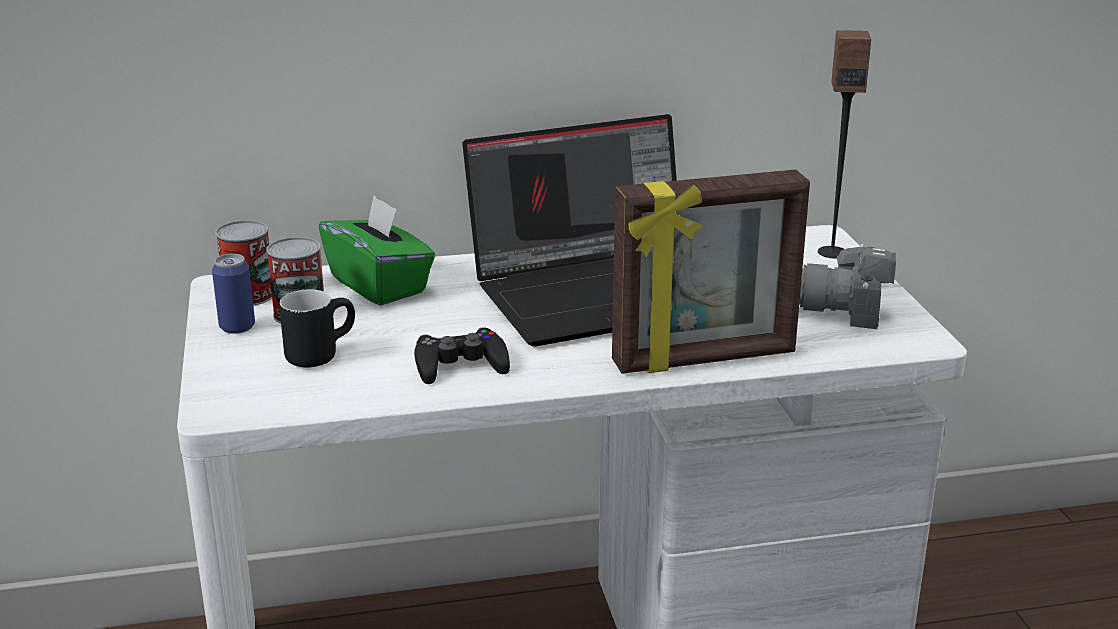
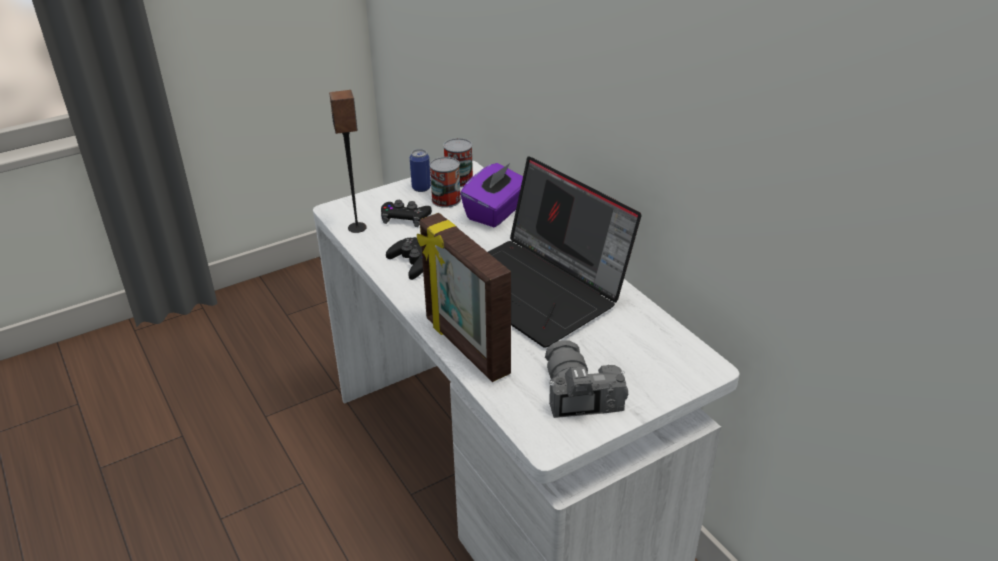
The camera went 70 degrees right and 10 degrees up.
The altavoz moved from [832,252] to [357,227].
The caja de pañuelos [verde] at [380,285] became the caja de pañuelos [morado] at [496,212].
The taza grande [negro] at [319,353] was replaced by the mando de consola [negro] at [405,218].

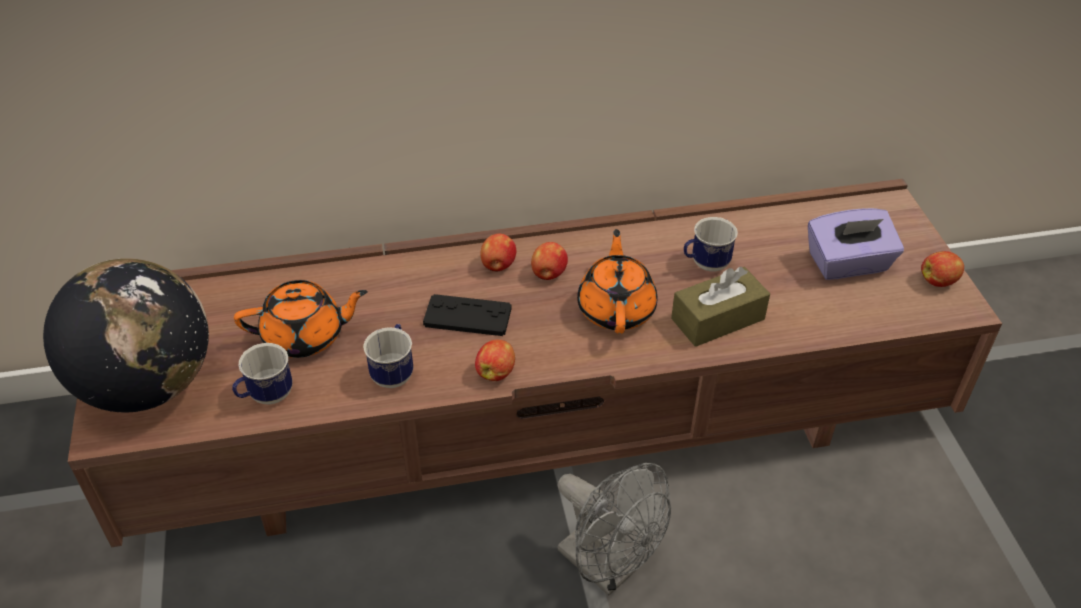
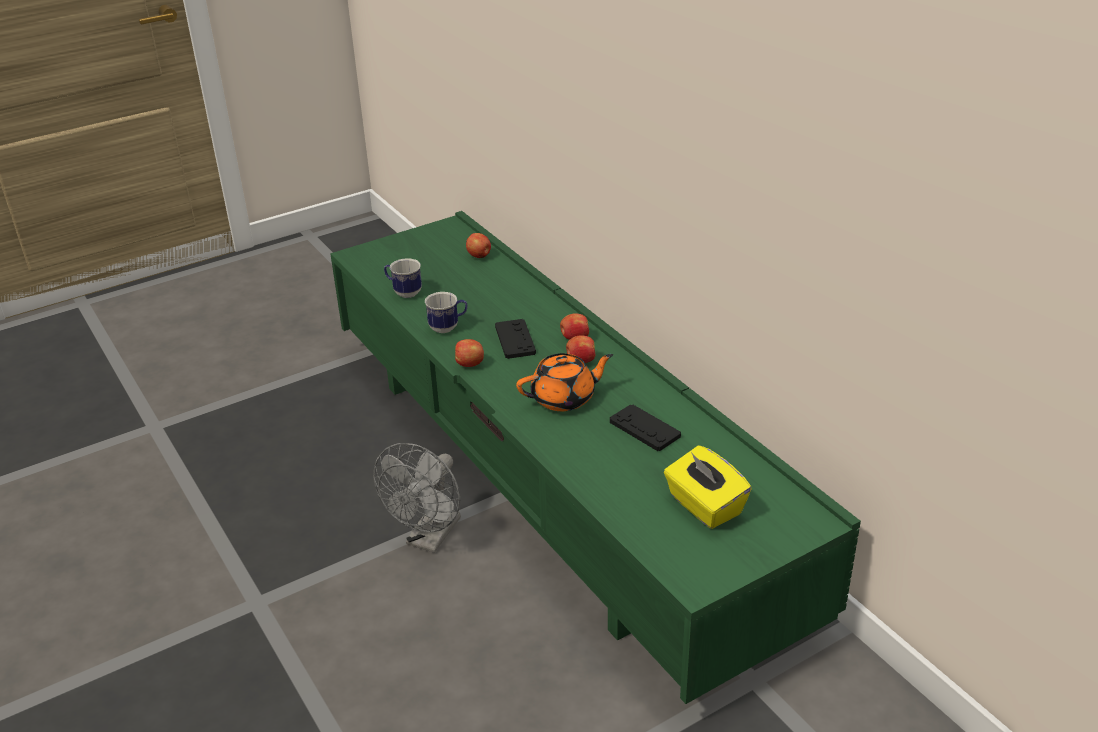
The camera went 70 degrees right and 10 degrees down.
The mueble de televisión [marrón] at [540,412] became the mueble de televisión [verde] at [554,469].
The caja de pañuelos [morado] at [848,264] became the caja de pañuelos [amarillo] at [704,506].
The taza grande at [705,265] was replaced by the mando de consola [negro] at [644,429].
The manzana moved from [938,281] to [479,256].
The globo terráqueo at [148,385] disappeared.
The caja de pañuelos [marrón] at [717,319] disappeared.
The tetera [naranja] at [305,336] disappeared.

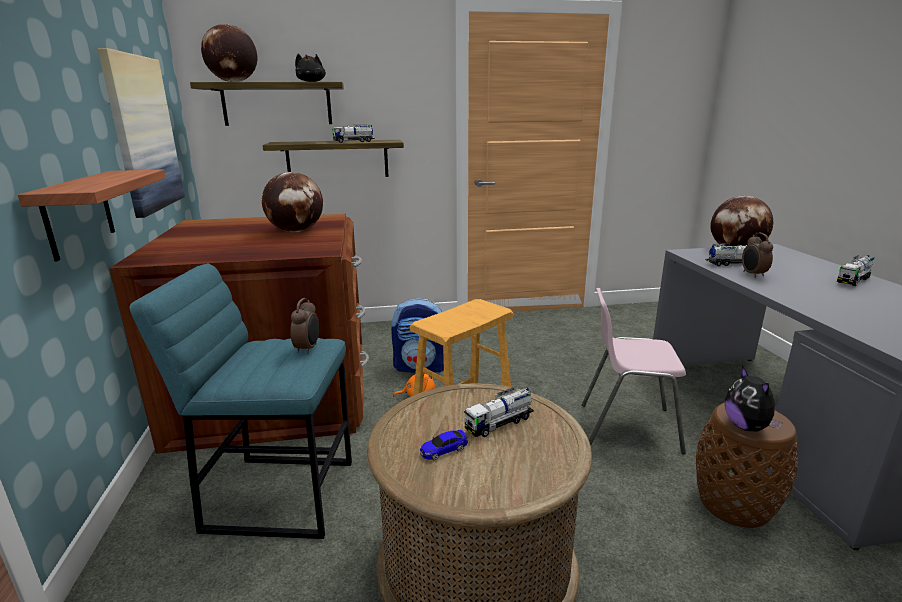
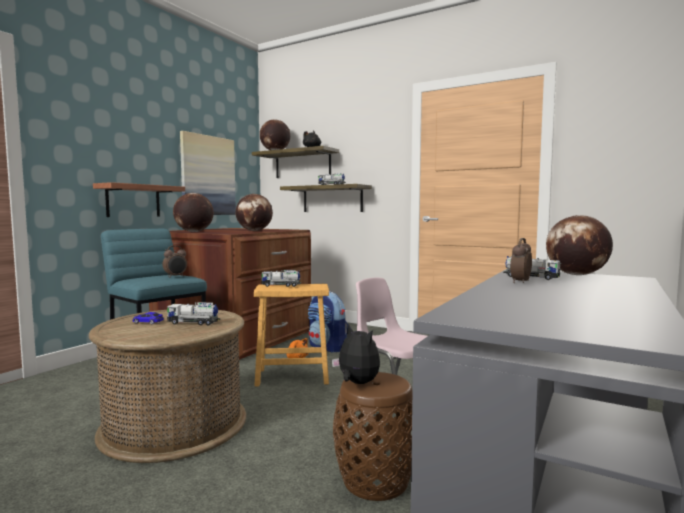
The camera went 40 degrees right and 15 degrees down.
The camión de juguete moved from [853,280] to [281,285].
The peluche at [747,427] turned 105 degrees clockwise.
The globo terráqueo at [193,232] appeared.

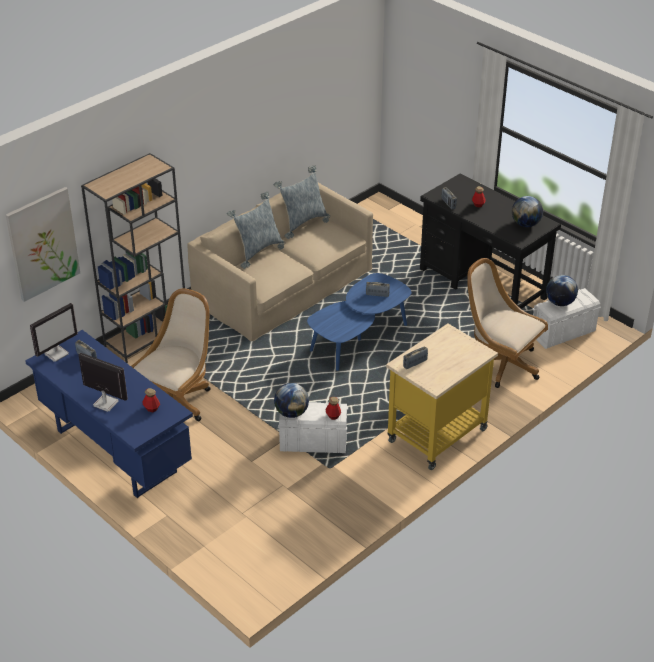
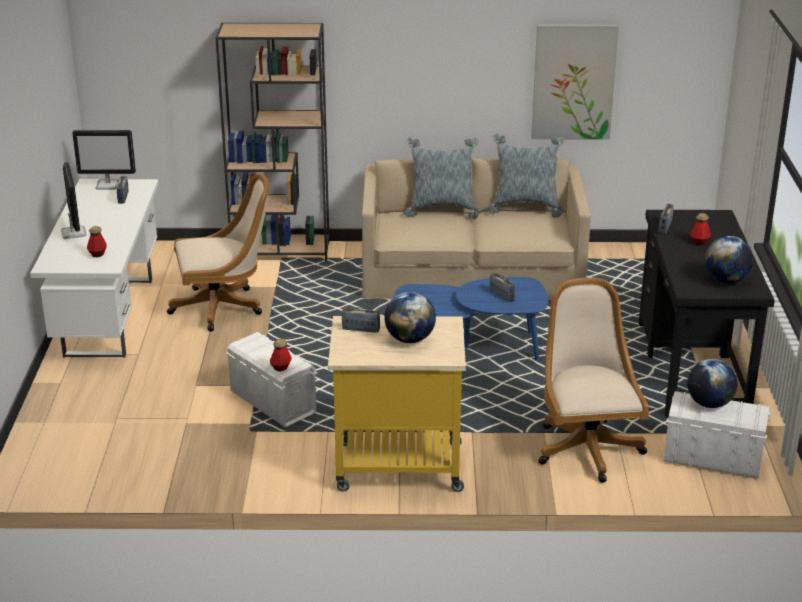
The camera went 45 degrees right and 10 degrees down.
The cuadro moved from [43,244] to [573,82].
The escritorio [azul] at [115,451] became the escritorio [blanco] at [108,316].
The globo terráqueo moved from [291,413] to [409,339].

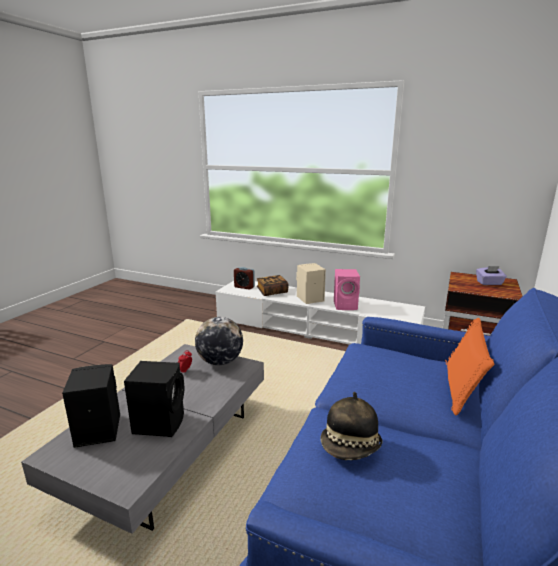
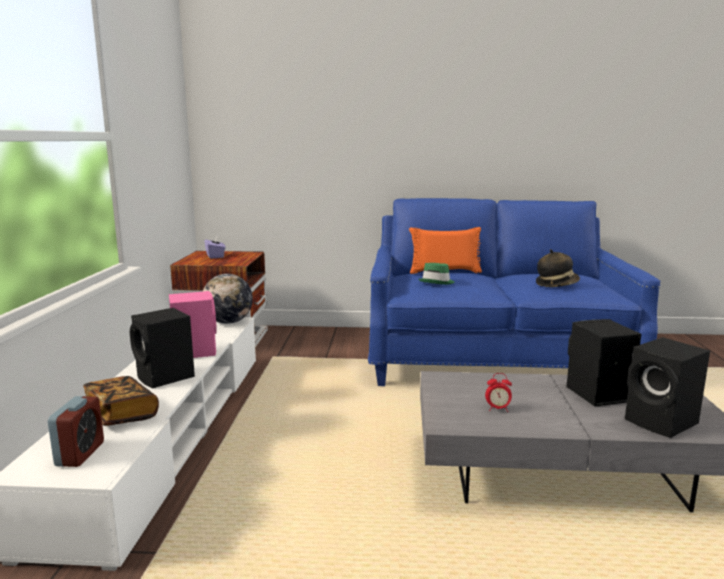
The camera went 110 degrees left and 5 degrees down.
The altavoz [beis] at [309,299] became the altavoz [negro] at [166,377].
The globo terráqueo moved from [220,362] to [228,322].
The sombrero [verde] at [437,282] appeared.

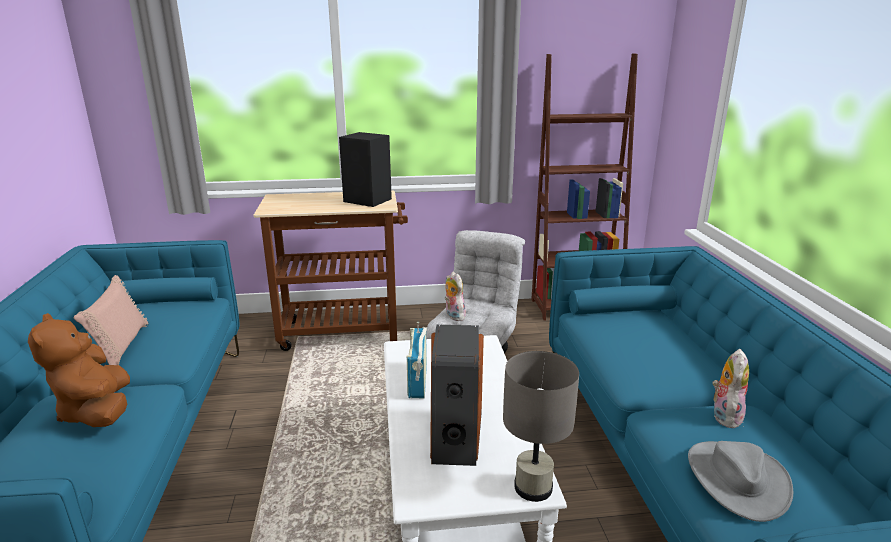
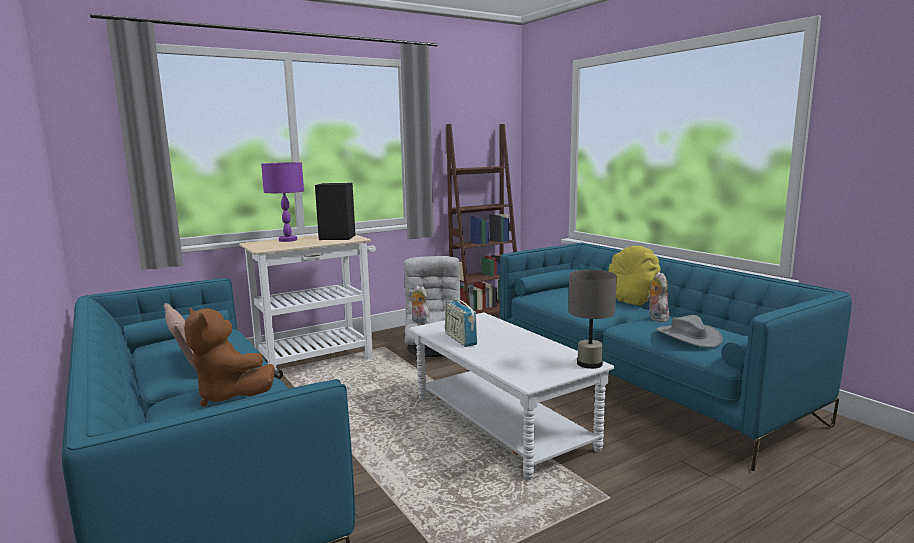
The camera went 25 degrees left and 10 degrees down.
The carrito [marrón] at [342,333] became the carrito [blanco] at [317,360].
The altavoz at [455,436] disappeared.
The lámpara de mesa [morado] at [288,240] appeared.
The cojín [amarillo] at [631,302] appeared.

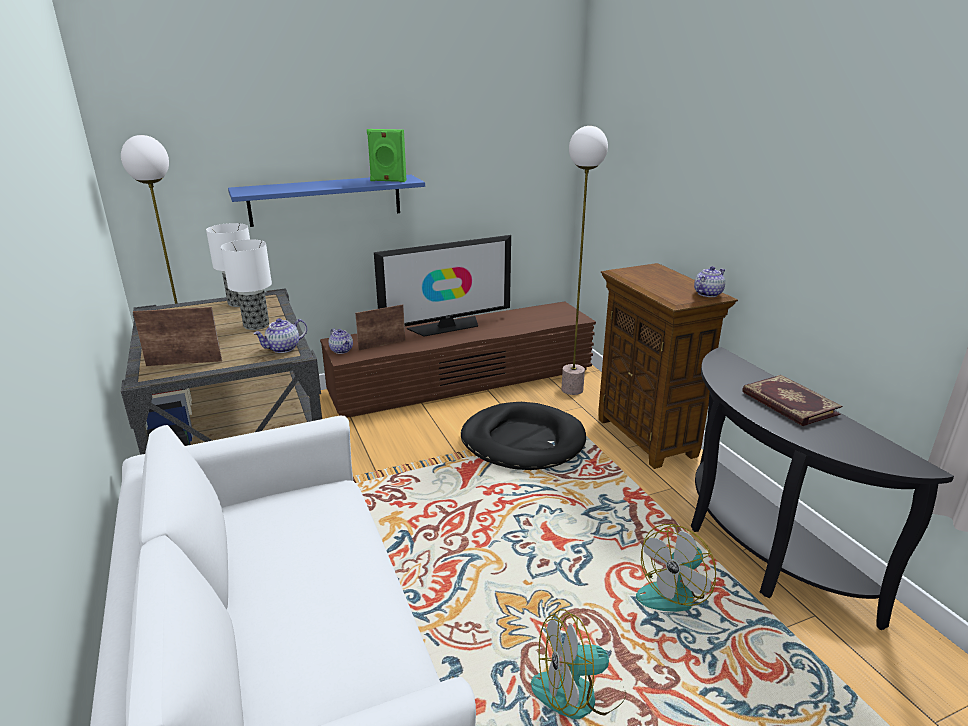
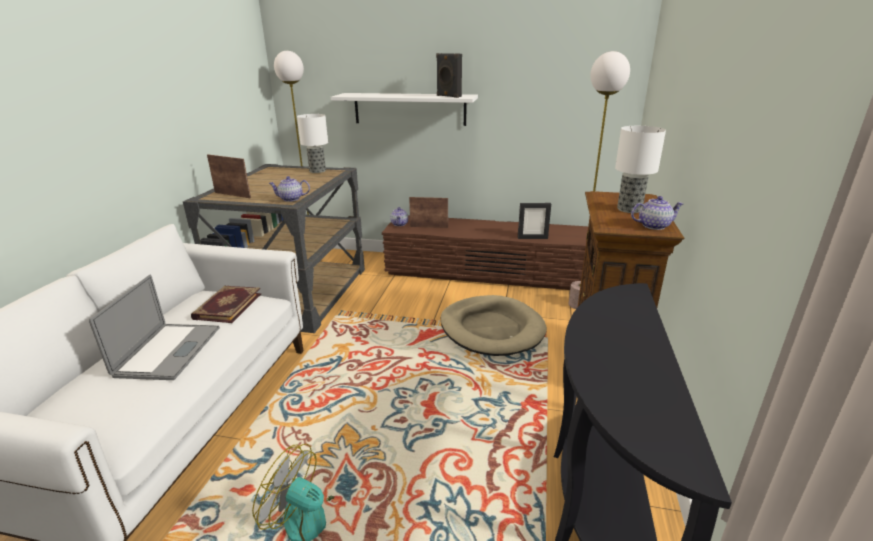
The camera went 35 degrees right and 0 degrees up.
The altavoz [verde] at [388,181] became the altavoz [negro] at [448,96].
The estante [azul] at [326,200] became the estante [blanco] at [409,109].
The televisor at [446,327] disappeared.
The lámpara de mesa moved from [256,325] to [629,209].
The libro moved from [788,403] to [227,306].
The cama para perro [negro] at [523,441] became the cama para perro [beis] at [491,329].
The ventilador at [673,591] disappeared.
The portarretratos at [532,237] appeared.
The portátil at [168,351] appeared.

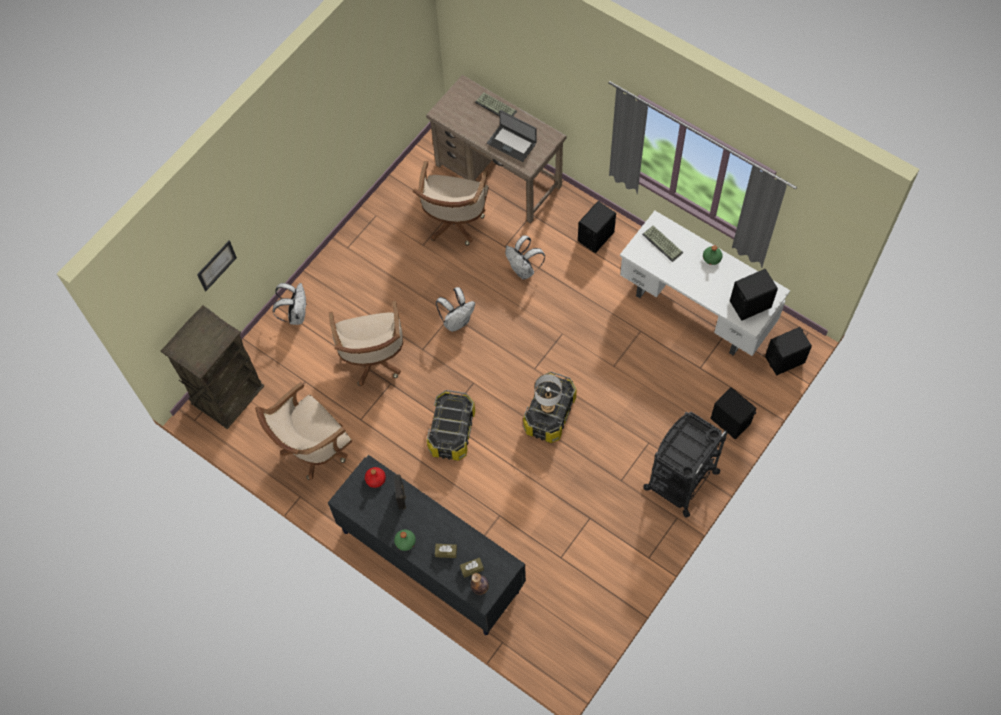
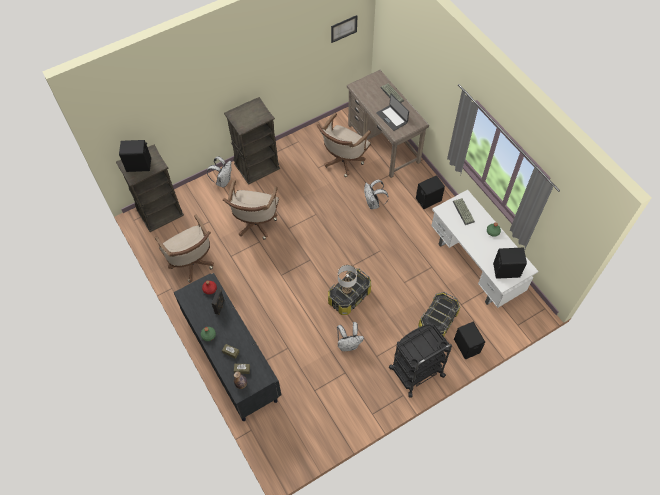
The camera went 20 degrees right and 5 degrees down.
The cuadro moved from [216,265] to [343,28].
The mochila [blanco] moved from [457,321] to [348,345].
The altavoz [negro] moved from [784,359] to [139,165].
The silla de oficina at [314,452] turned 105 degrees counterclockwise.
The caja de almacenaje moved from [452,432] to [437,321].
The estantería [marrón] at [257,166] appeared.

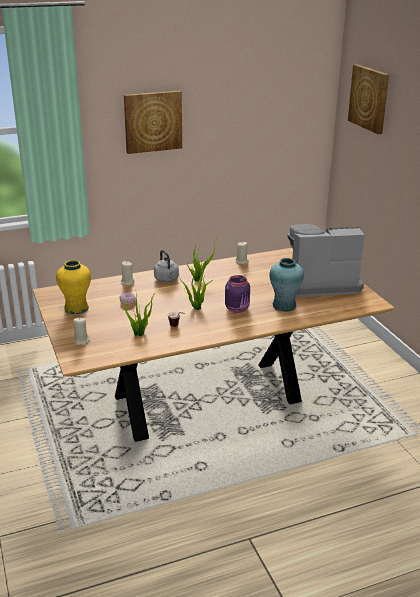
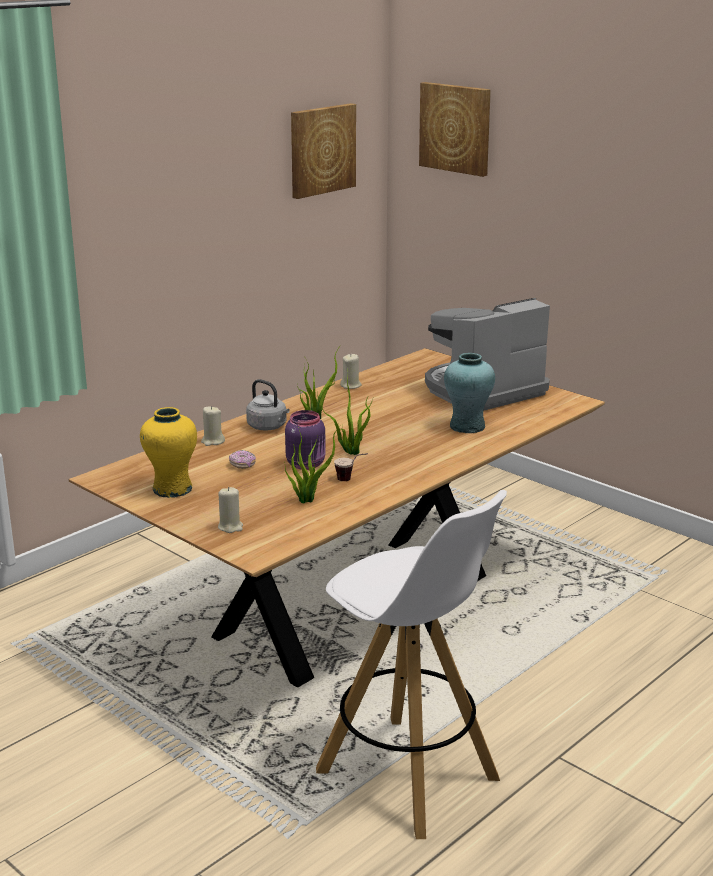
The camera went 25 degrees left and 5 degrees down.
The cuadro moved from [153,121] to [321,150].
The tarro [morado] moved from [237,308] to [307,464].
The taburete [blanco] at [409,776] appeared.

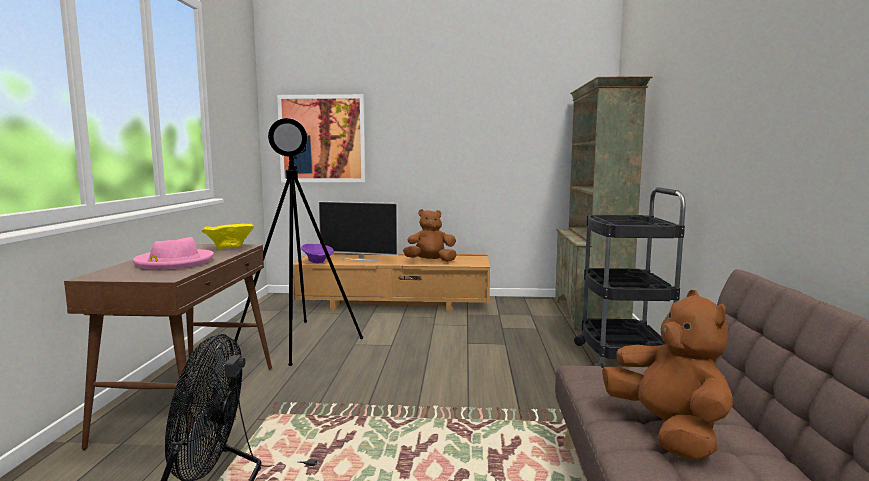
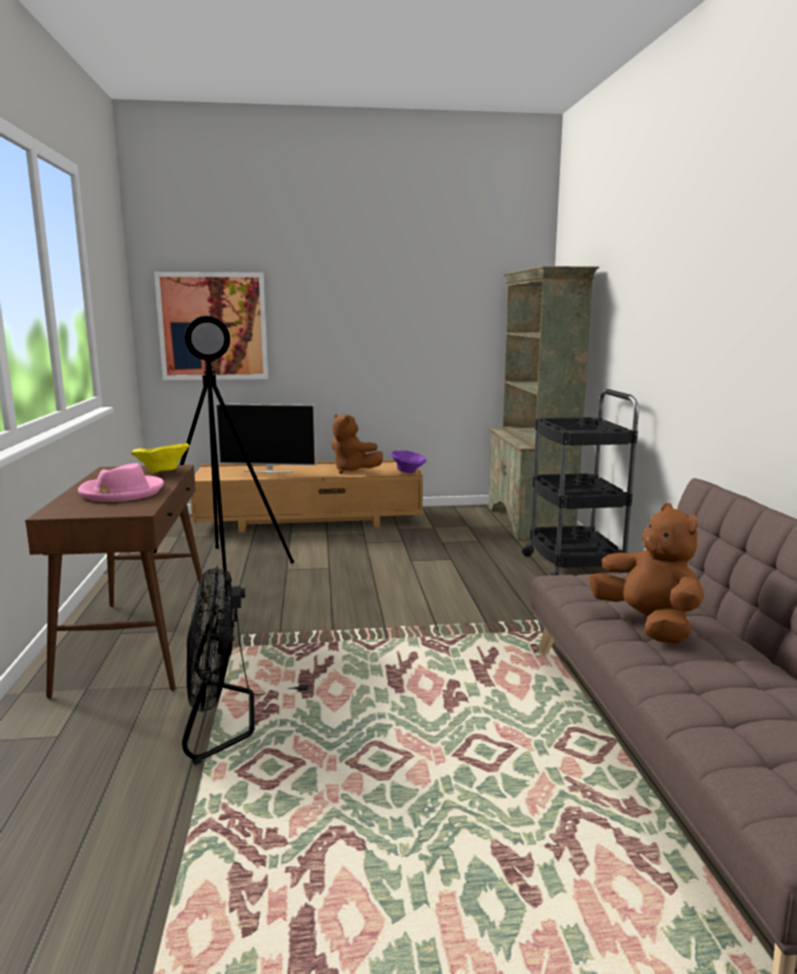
The camera went 10 degrees left and 5 degrees up.
The peluche [marrón] at [430,261] turned 120 degrees counterclockwise.
The cuenco [morado] moved from [317,262] to [408,472].

